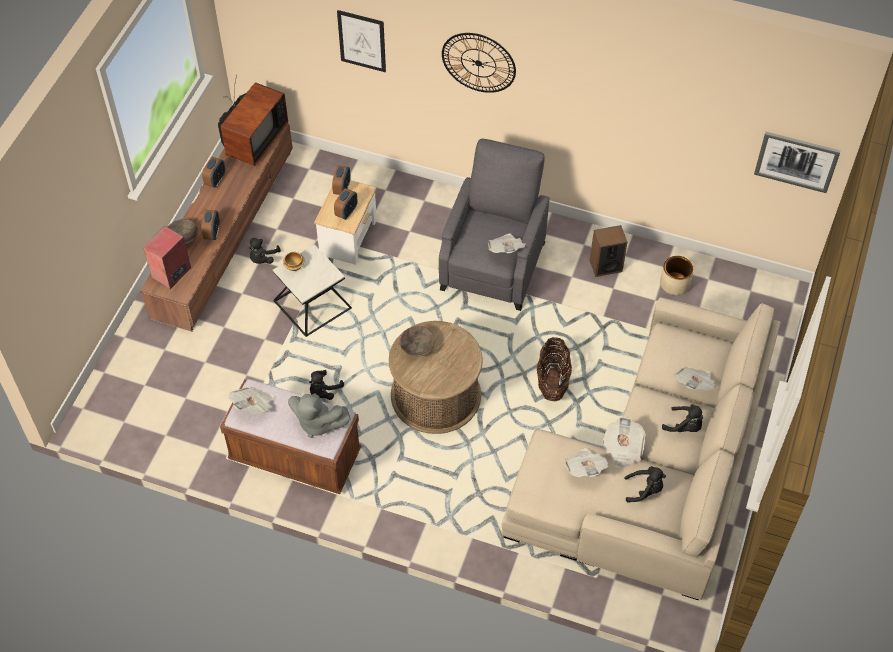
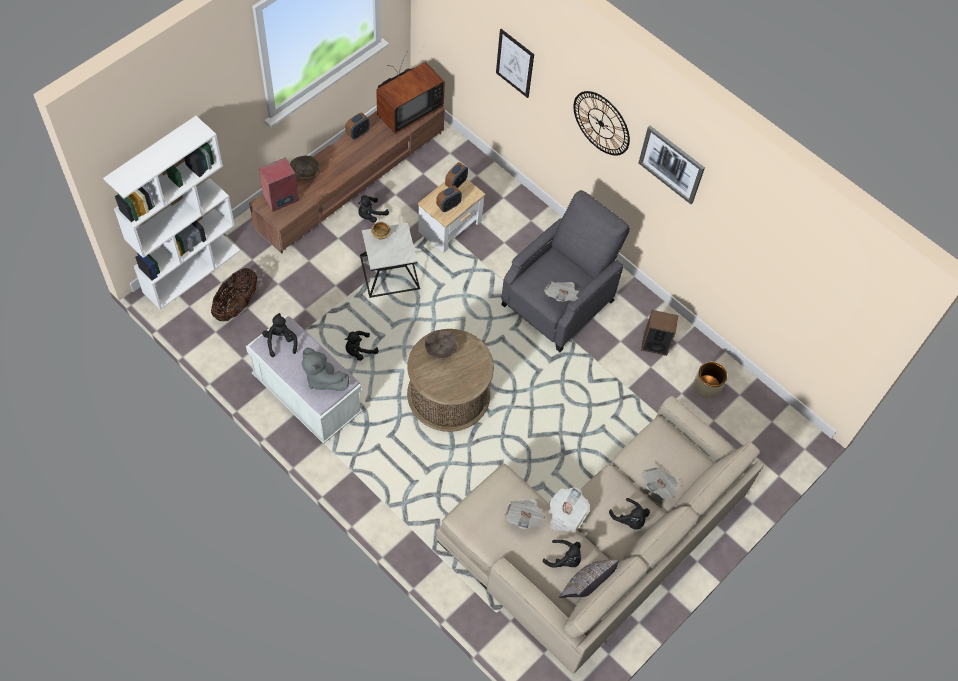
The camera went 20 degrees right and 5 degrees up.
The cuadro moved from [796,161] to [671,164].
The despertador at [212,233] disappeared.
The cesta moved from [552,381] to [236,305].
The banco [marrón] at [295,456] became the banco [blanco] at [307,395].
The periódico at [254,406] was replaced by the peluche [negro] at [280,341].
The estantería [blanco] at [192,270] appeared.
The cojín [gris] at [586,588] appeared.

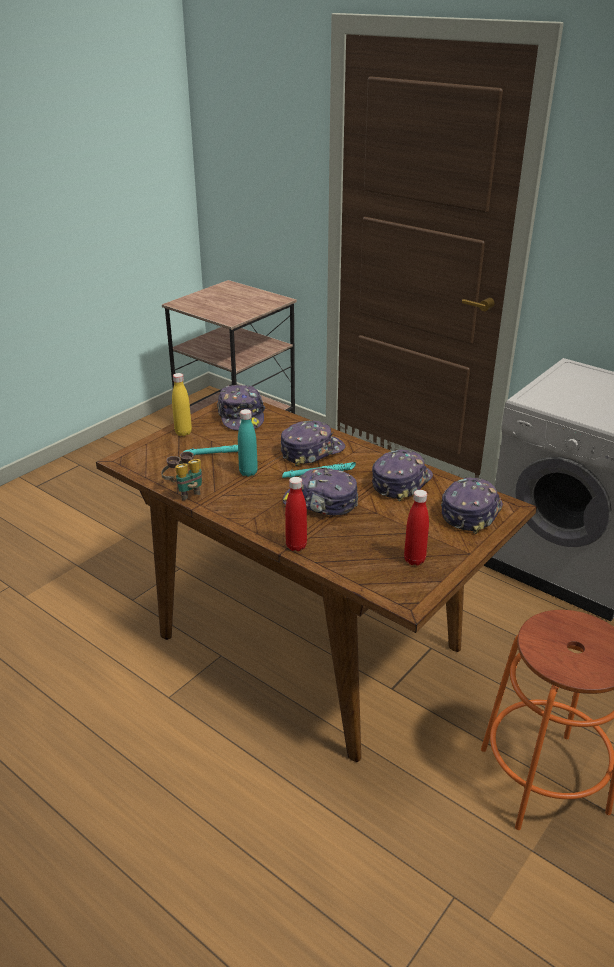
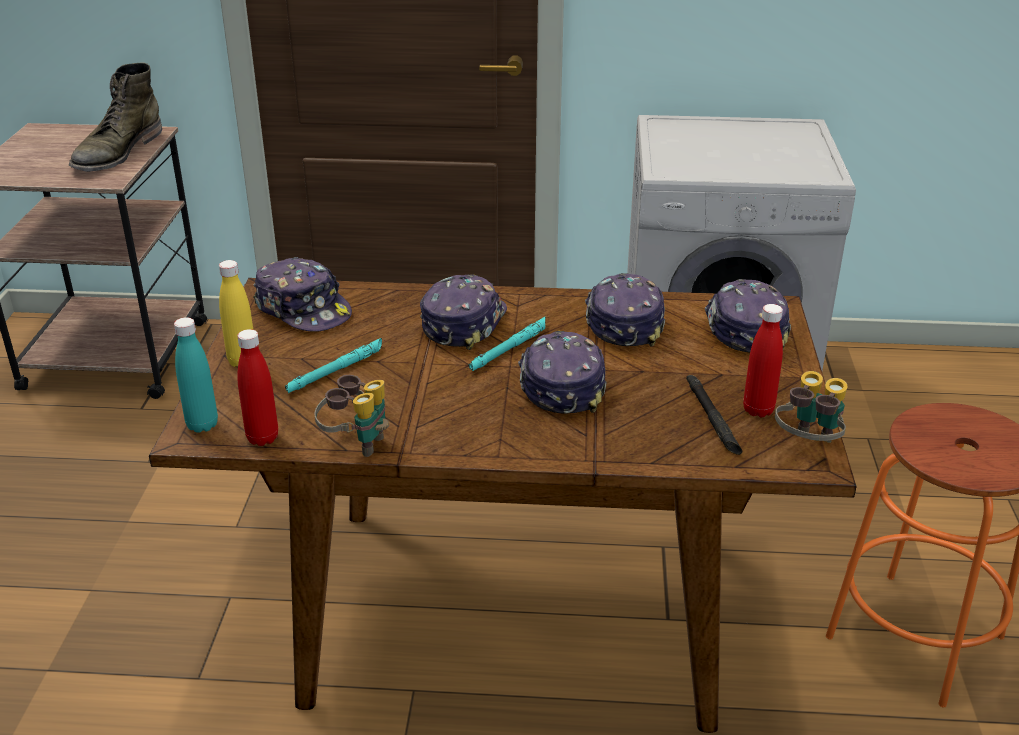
The camera went 35 degrees left and 0 degrees up.
The botella [turquesa] moved from [248,472] to [202,425].
The gorra at [320,503] turned 105 degrees clockwise.
The botella [rojo] moved from [296,546] to [262,438].
The bota [verde] at [117,152] appeared.
The prismáticos at [808,446] appeared.
The linterna [negro] at [712,418] appeared.

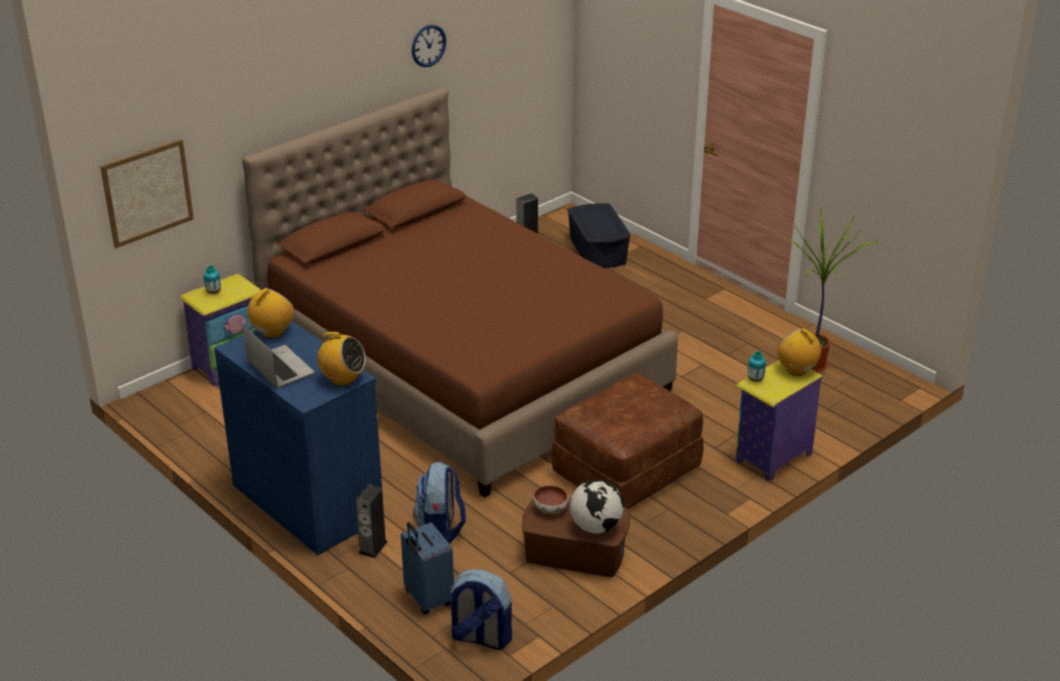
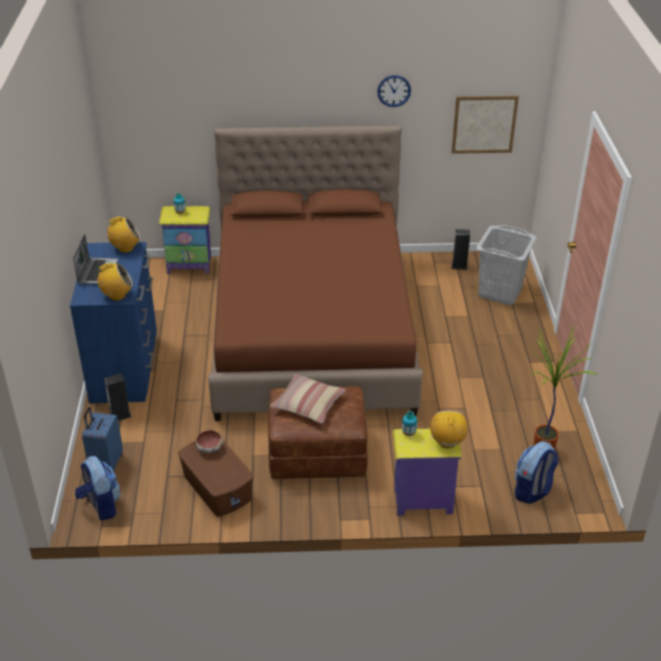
The camera went 40 degrees right and 5 degrees up.
The cuadro moved from [147,191] to [484,123].
The caja de almacenaje [azul] at [597,251] was replaced by the cesto de la ropa [gris] at [499,292].
The radio at [342,379] turned 75 degrees counterclockwise.
The mochila moved from [441,530] to [532,491].
The globo terráqueo at [596,527] disappeared.
The cojín at [308,404] appeared.

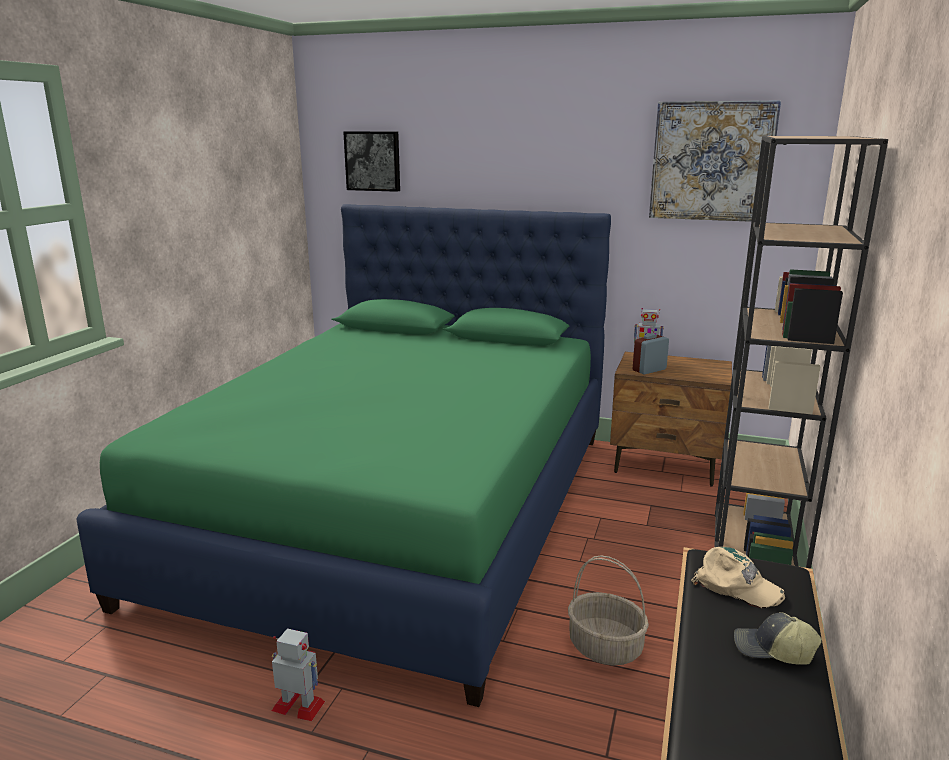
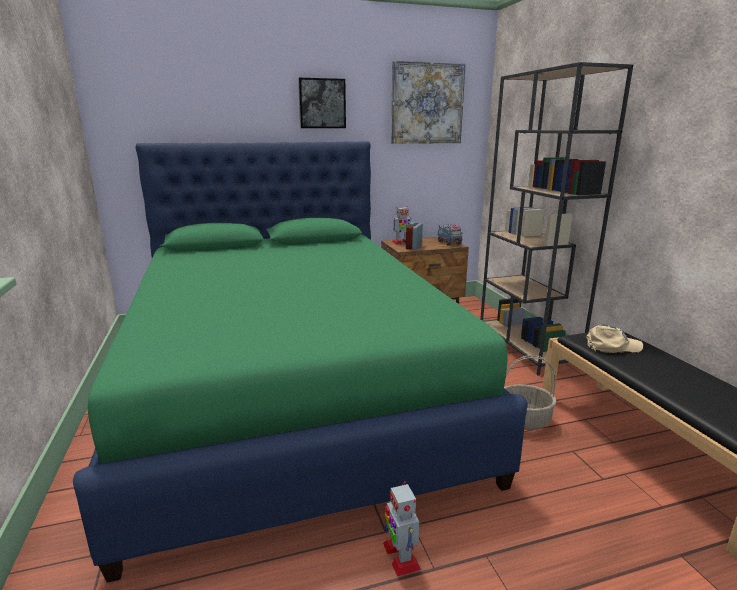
The camera went 35 degrees left and 0 degrees up.
The cuadro moved from [373,161] to [322,103].
The gorra at [773,650] disappeared.
The robot de juguete at [299,706] turned 90 degrees counterclockwise.
The camión de juguete at [449,243] appeared.

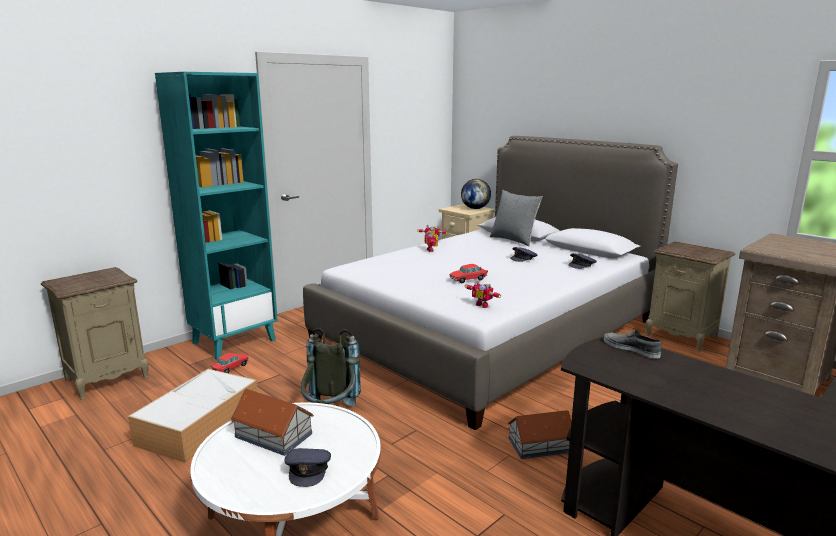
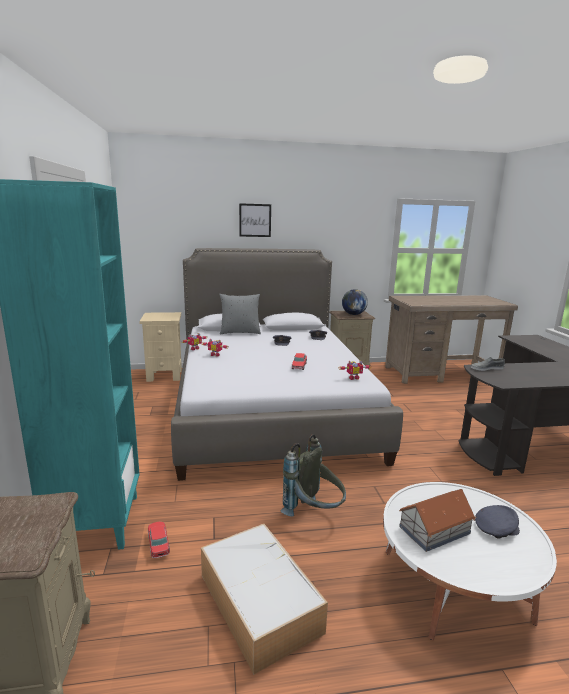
The camera went 55 degrees left and 0 degrees up.
The globo terráqueo moved from [475,208] to [353,314].
The casita at [540,445] disappeared.
The gorra [gris] at [308,469] turned 45 degrees counterclockwise.
The cuadro at [255,220] appeared.

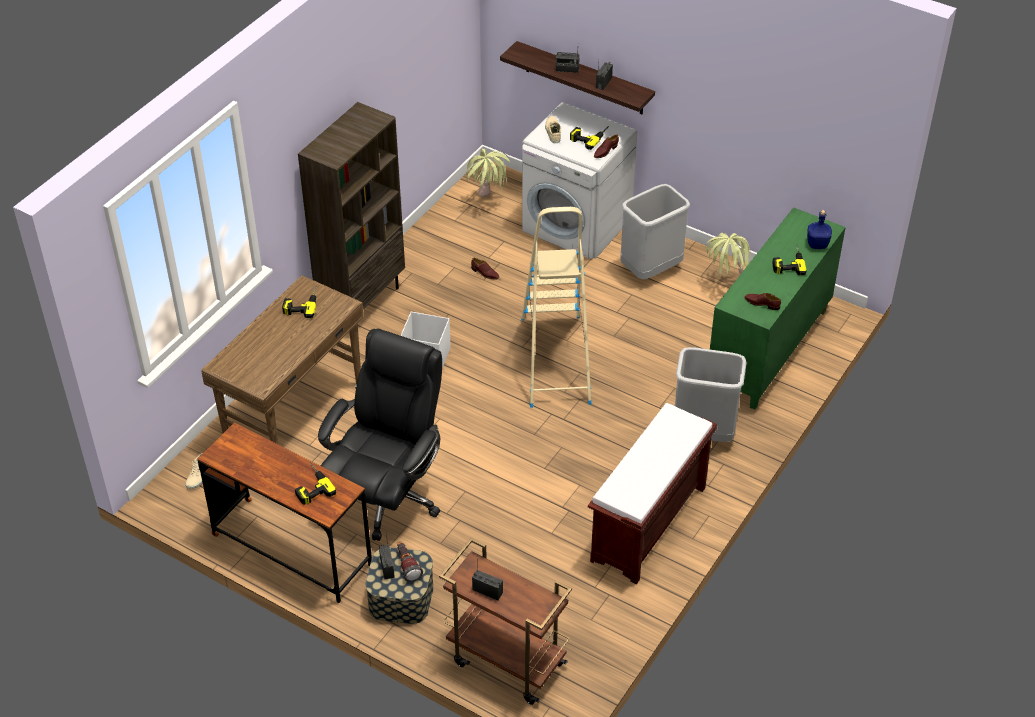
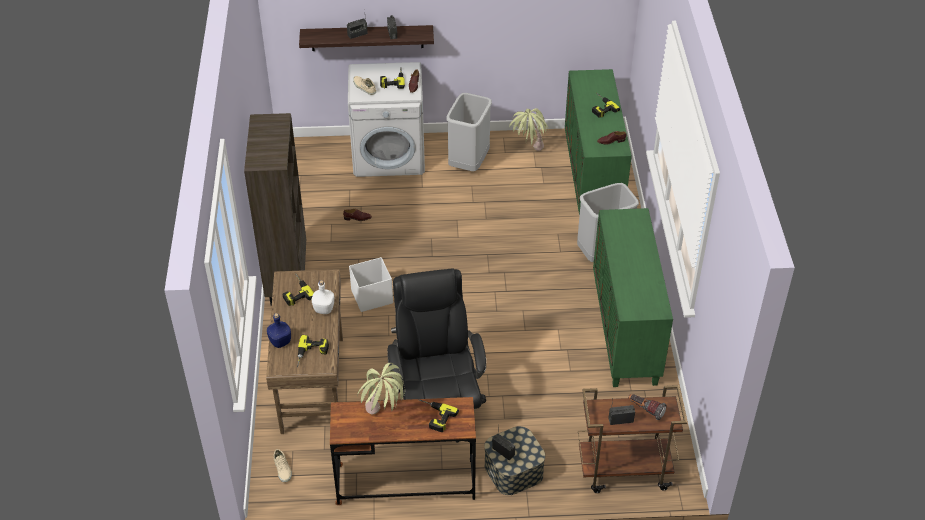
The camera went 35 degrees left and 0 degrees up.
The planta en maceta moved from [487,204] to [384,420].
The escalera de tijera [beis] at [555,359] disappeared.
The botella [azul] moved from [817,244] to [280,342].
The banco [marrón] at [648,525] was replaced by the armario [verde] at [626,331].
The linterna moved from [407,566] to [645,410].
The botella [blanco] at [324,309] appeared.
The taladro at [311,355] appeared.

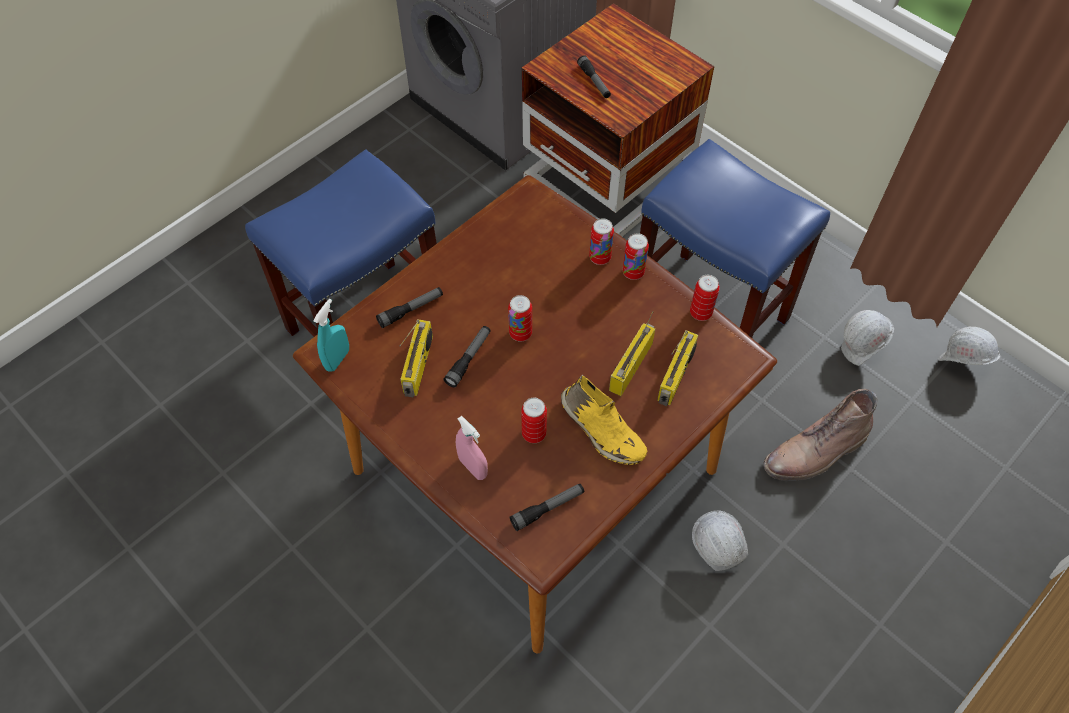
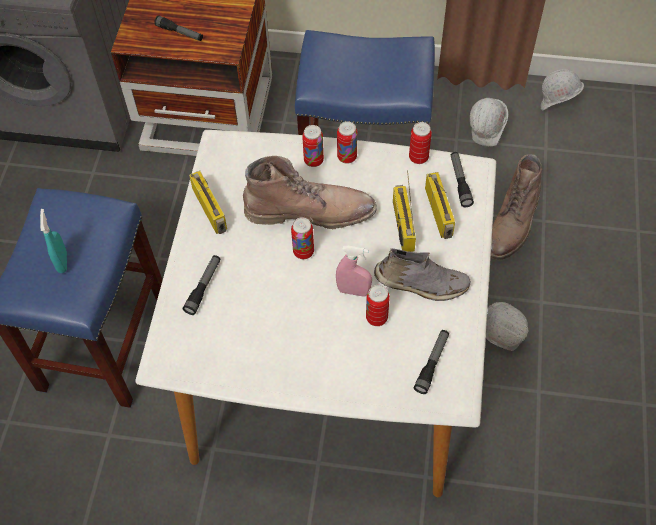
The camera went 35 degrees left and 0 degrees up.
The mesa de comedor [marrón] at [533,469] became the mesa de comedor [blanco] at [330,367].
The pulverizador [turquesa] moved from [337,359] to [62,262].
The radio moved from [419,366] to [211,210].
The linterna moved from [469,359] to [460,182].
The zapato [amarillo] at [601,430] became the zapato [gris] at [421,283].
The pulverizador [rosa] moved from [473,467] to [353,291].
The bota [marrón] at [310,210] appeared.

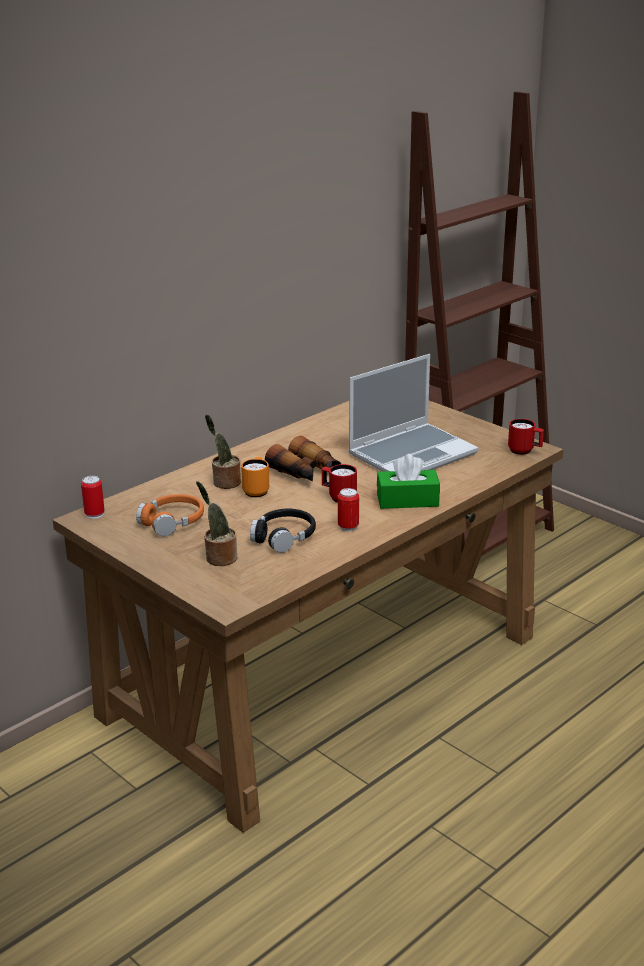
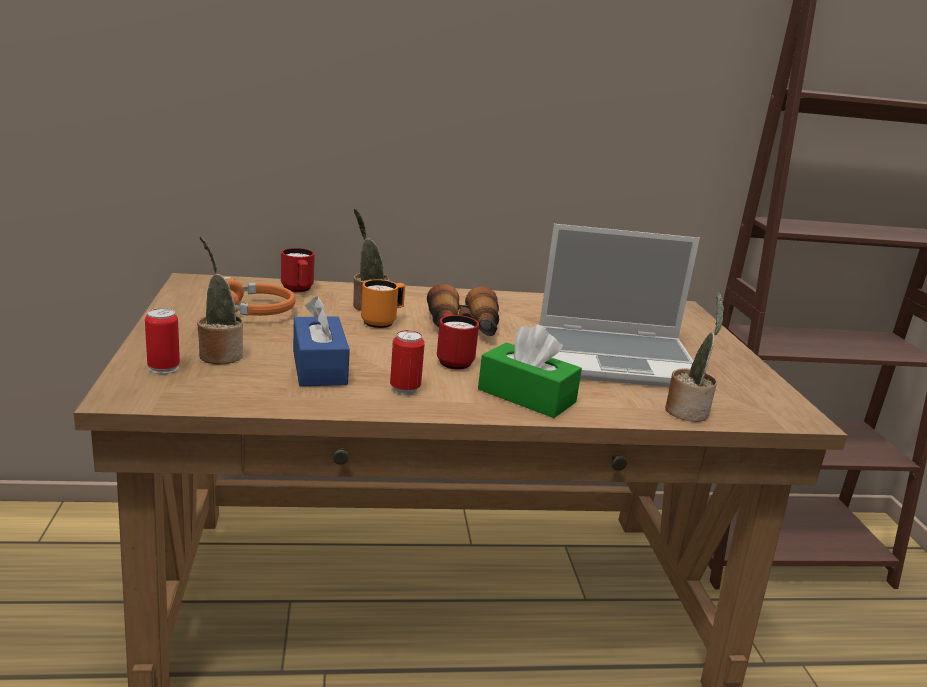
The camera went 35 degrees right and 5 degrees down.
The taza grande [rojo] moved from [524,451] to [298,290].
The lata moved from [94,514] to [163,368].
The auriculares [negro] at [284,537] was replaced by the caja de pañuelos [azul] at [319,367].
The planta en maceta at [688,410] appeared.

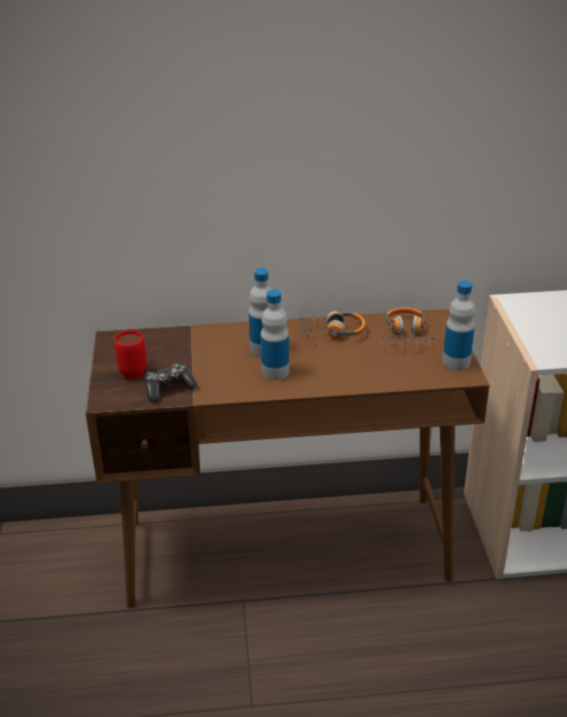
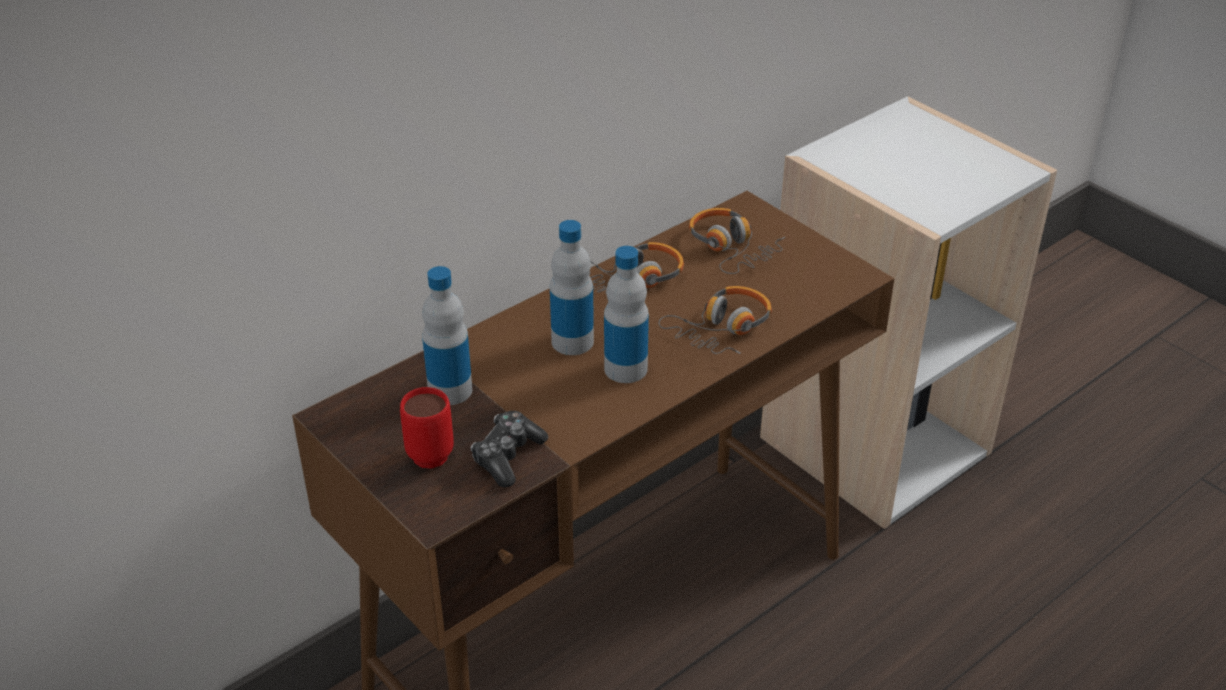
The camera went 35 degrees left and 5 degrees up.
The botella moved from [456,362] to [450,390].
The auriculares at [722,329] appeared.

